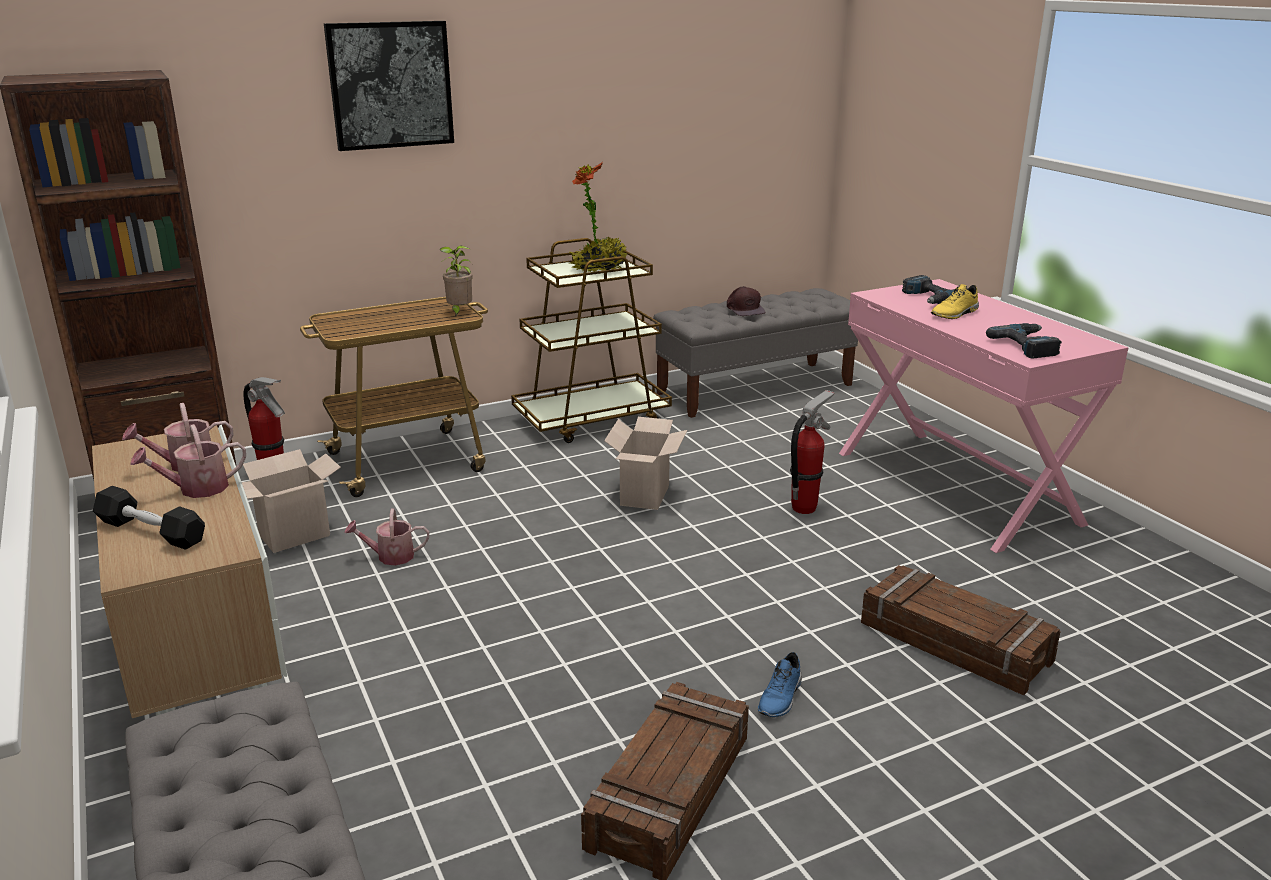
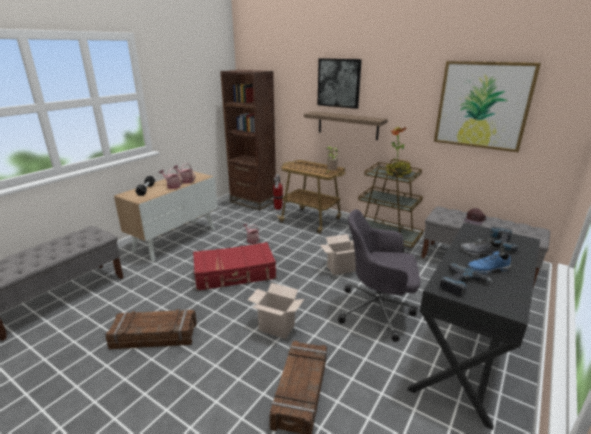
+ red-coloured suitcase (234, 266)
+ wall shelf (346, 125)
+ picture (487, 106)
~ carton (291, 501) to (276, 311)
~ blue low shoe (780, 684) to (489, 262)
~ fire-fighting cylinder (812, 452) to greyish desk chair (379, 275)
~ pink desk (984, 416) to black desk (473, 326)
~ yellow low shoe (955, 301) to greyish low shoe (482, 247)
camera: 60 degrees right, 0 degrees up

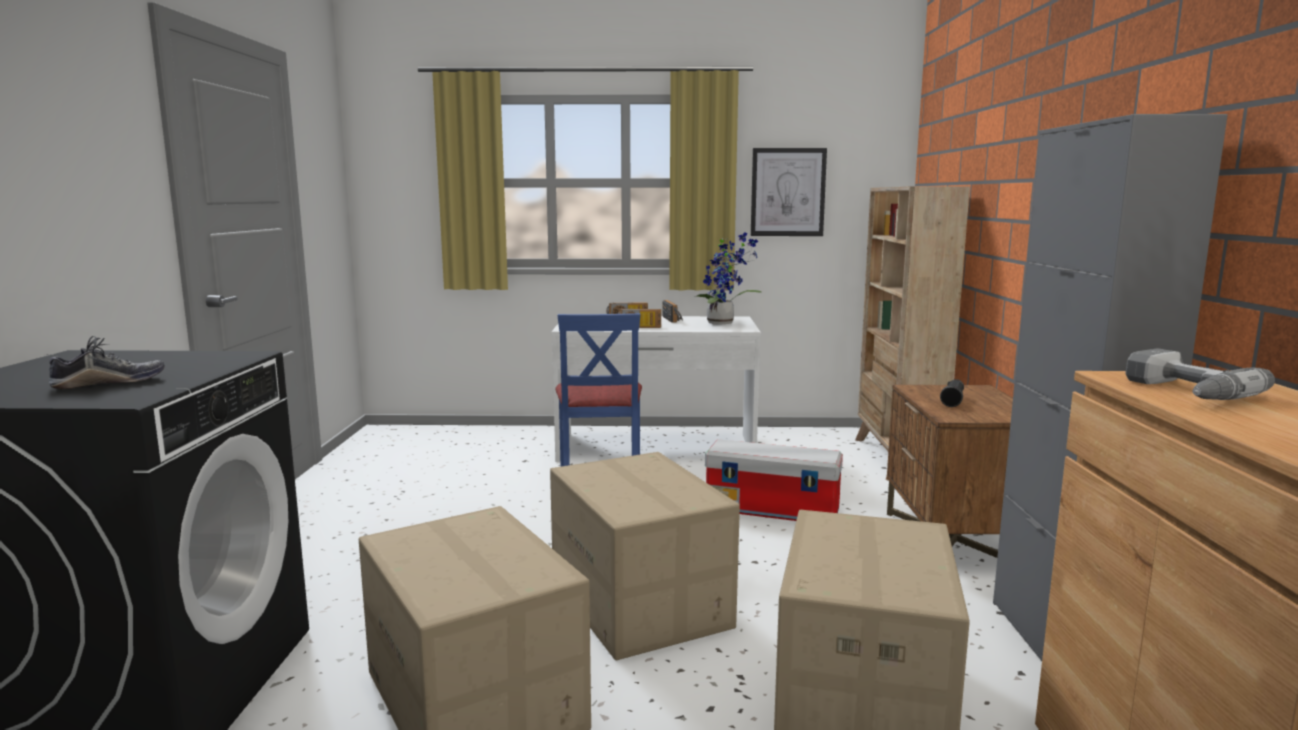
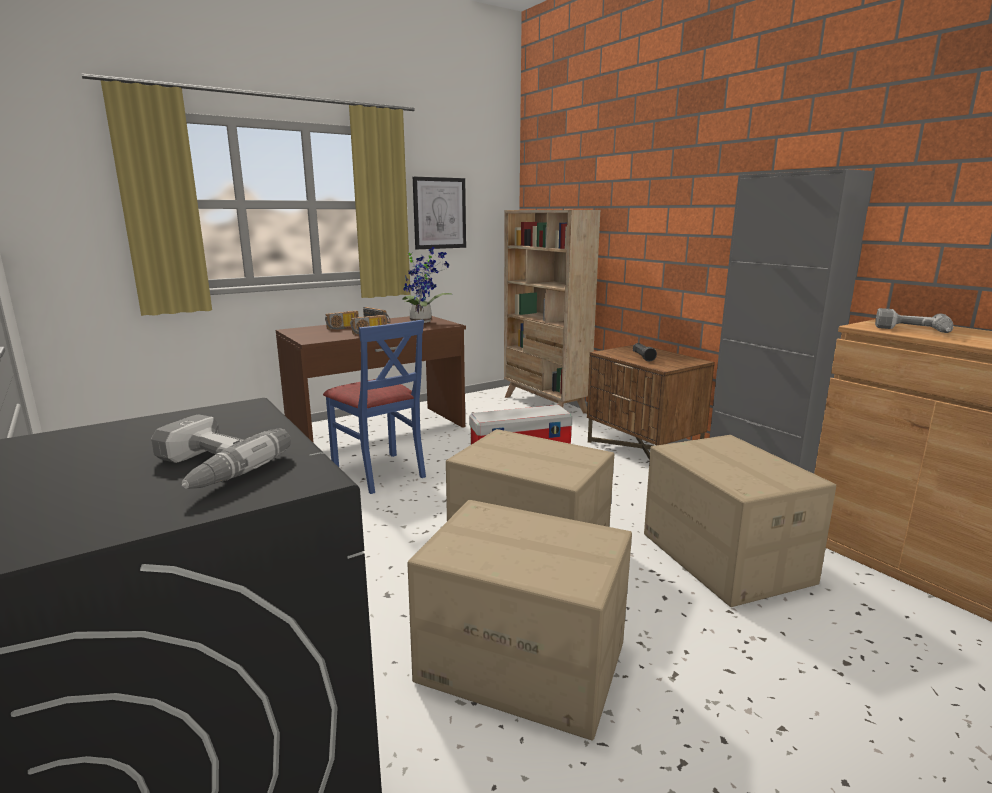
~ low shoe (105, 362) to electric drill (221, 451)
~ white-coloured desk (656, 389) to brown desk (371, 379)
camera: 35 degrees left, 5 degrees up

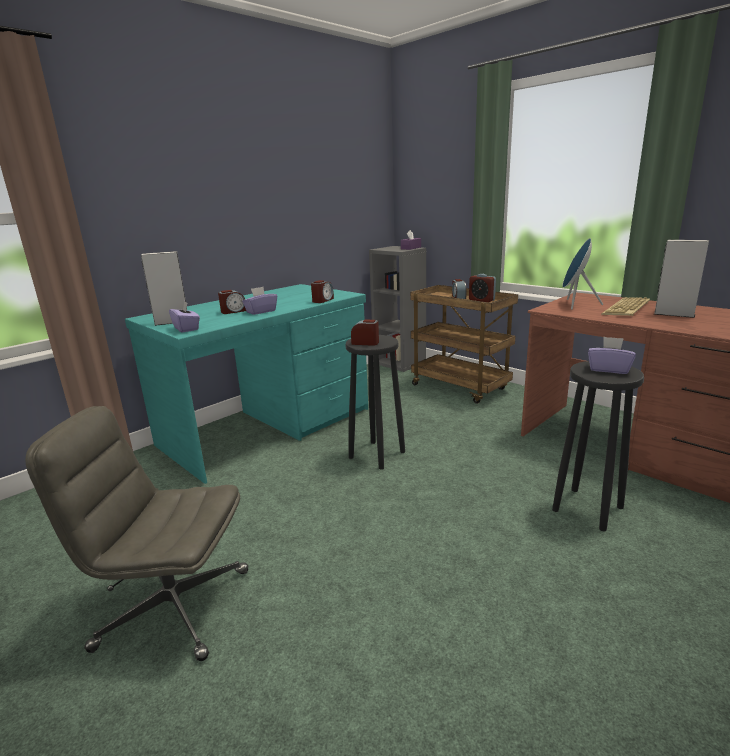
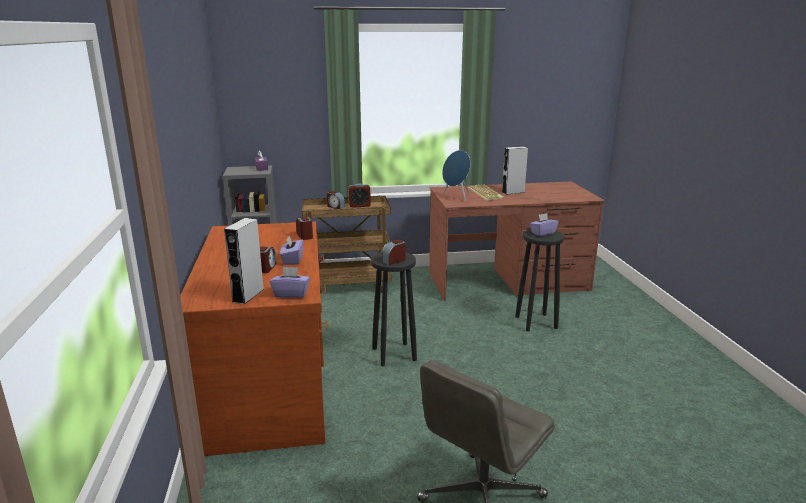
~ turquoise-coloured desk (246, 384) to brown desk (254, 339)
camera: 55 degrees left, 0 degrees up

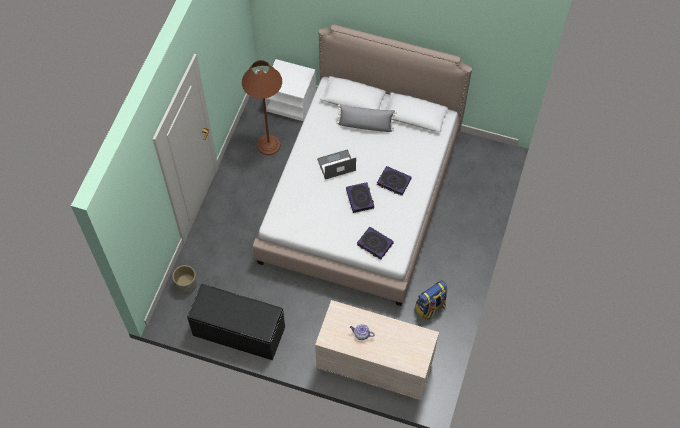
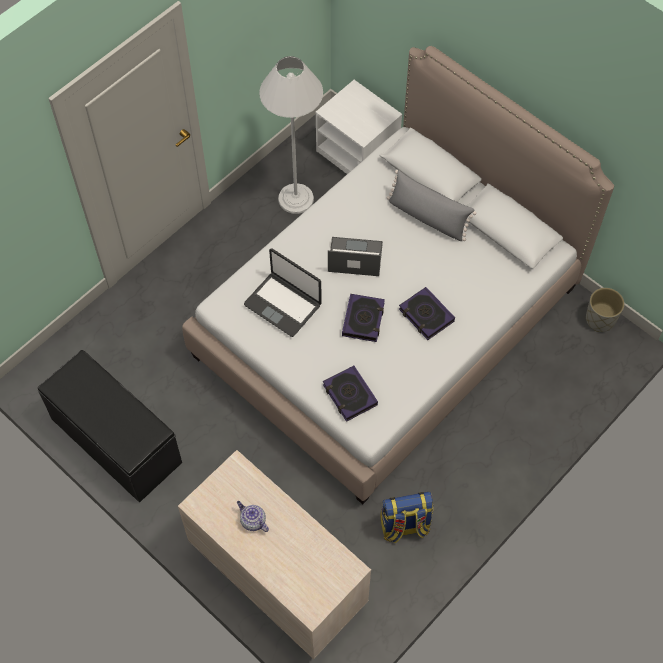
+ laptop (283, 292)
~ greyish planter (185, 279) to (605, 310)
~ brown standard lamp (262, 107) to white-coloured standard lamp (291, 135)
camera: 25 degrees right, 0 degrees up

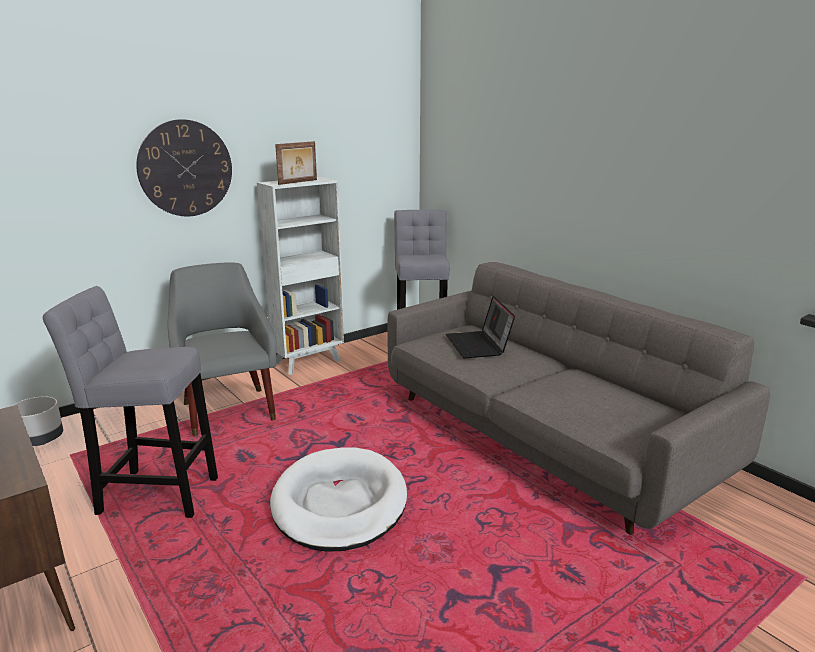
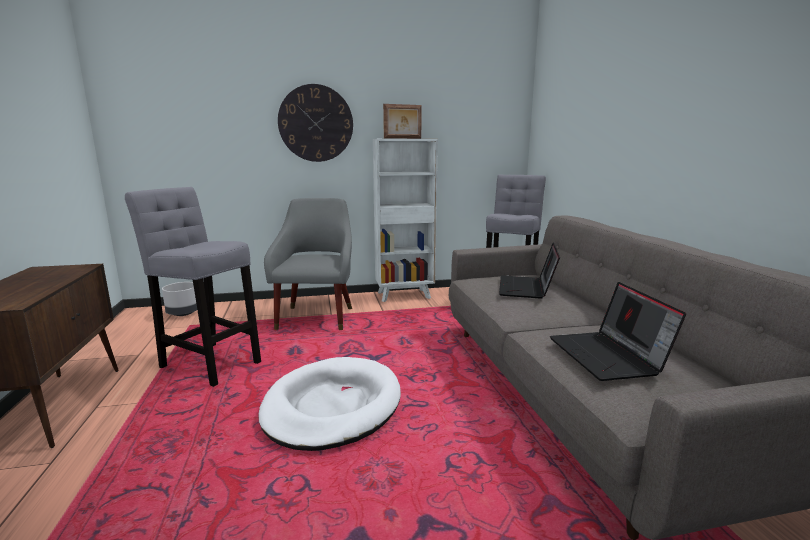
+ laptop (618, 331)
camera: 25 degrees right, 5 degrees down

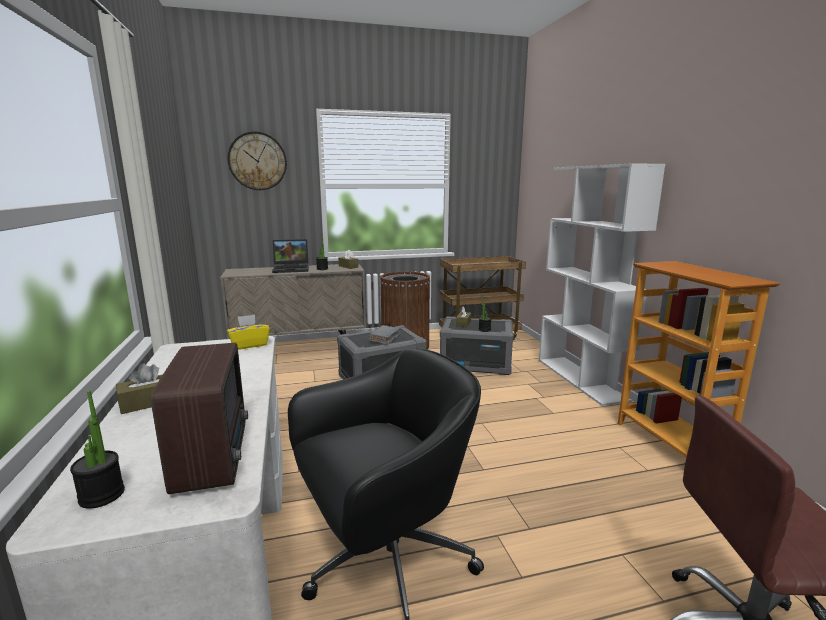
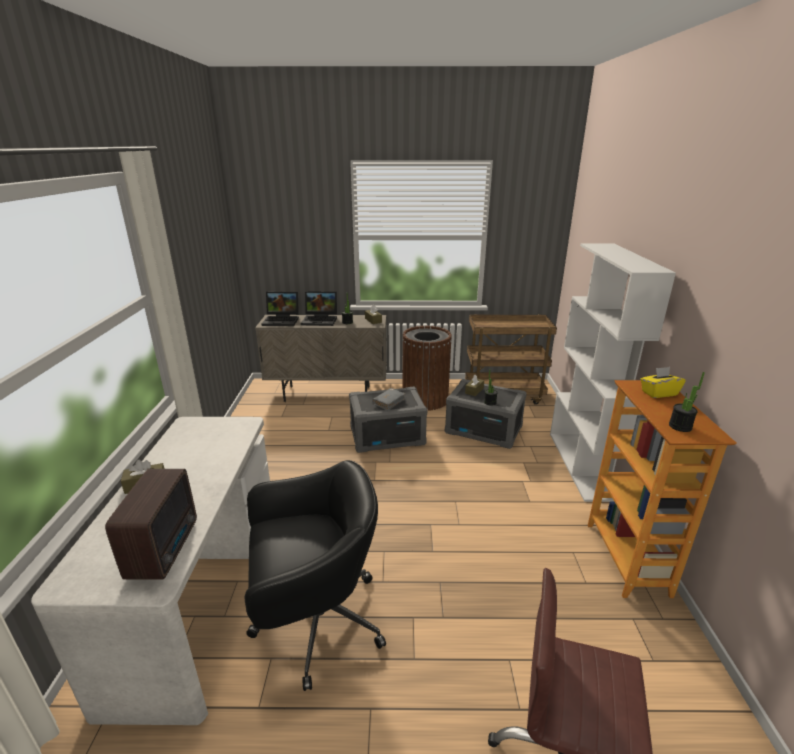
- wall clock (257, 160)
+ laptop (280, 309)
~ houseplant (97, 450) to (687, 402)
~ yellow tissue holder (248, 332) to (663, 382)
camera: 15 degrees right, 10 degrees up

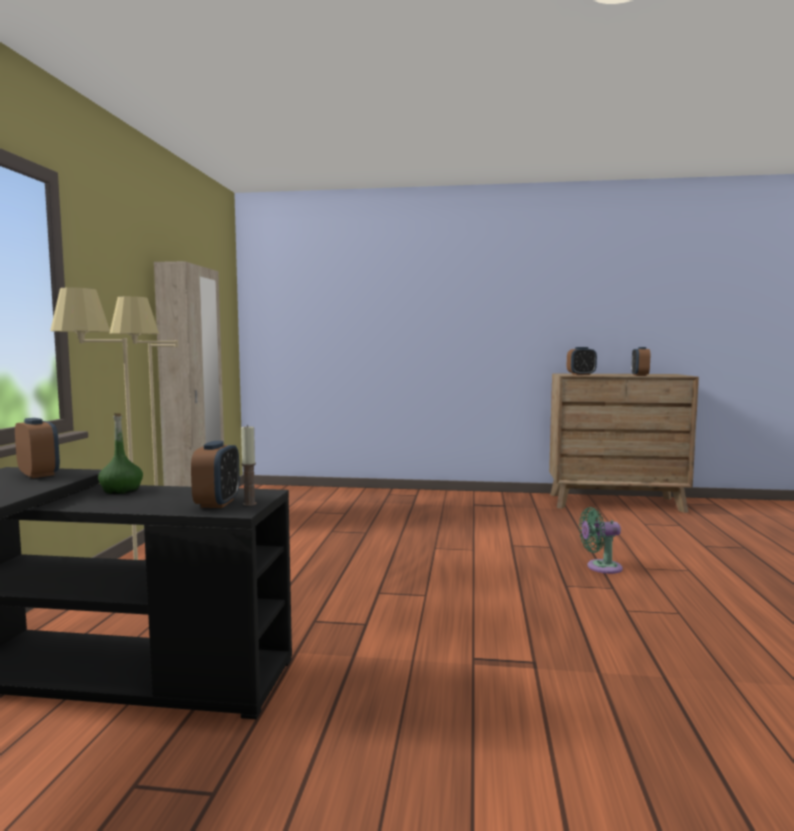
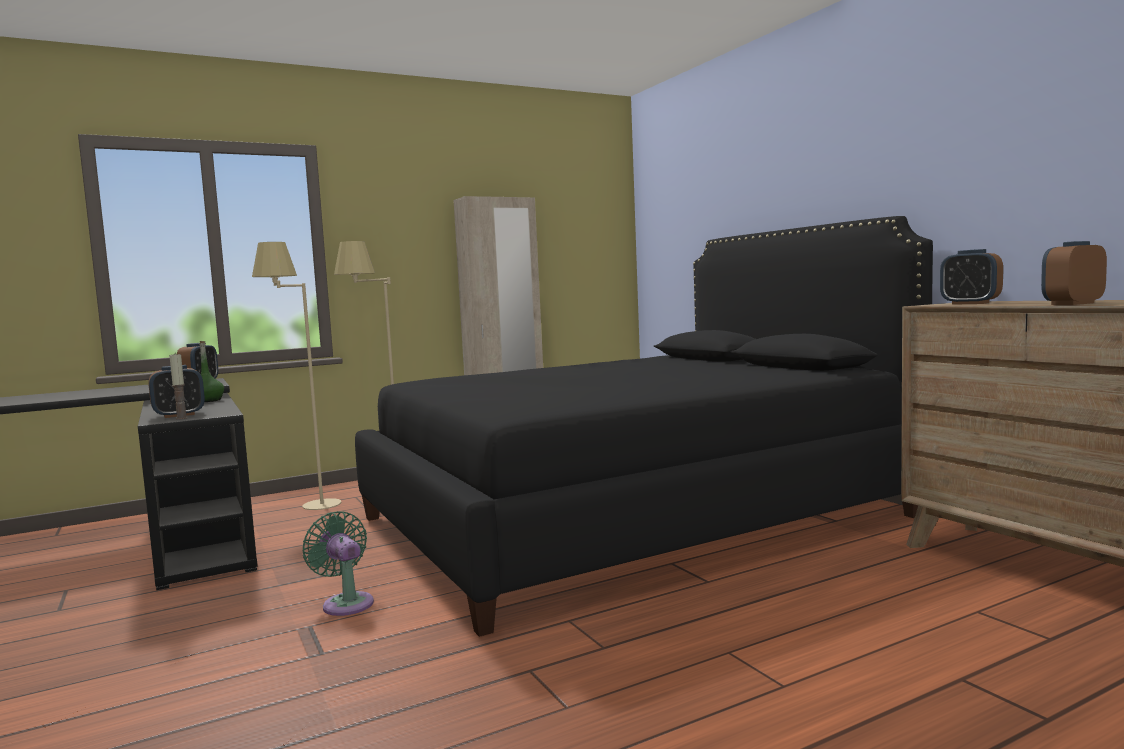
+ black sleeping bed (644, 426)
~ green-coloured cooling fan (601, 540) to (338, 563)
camera: 55 degrees right, 0 degrees up

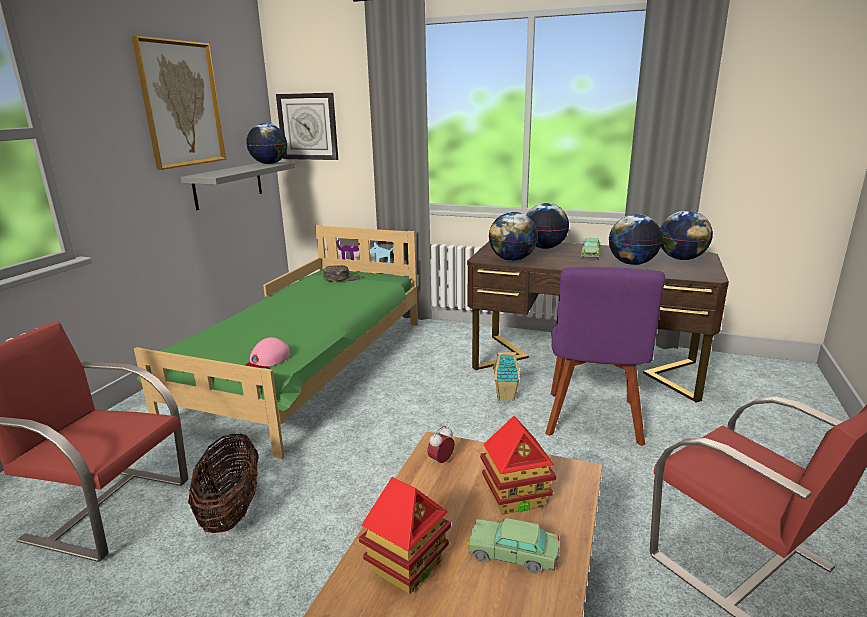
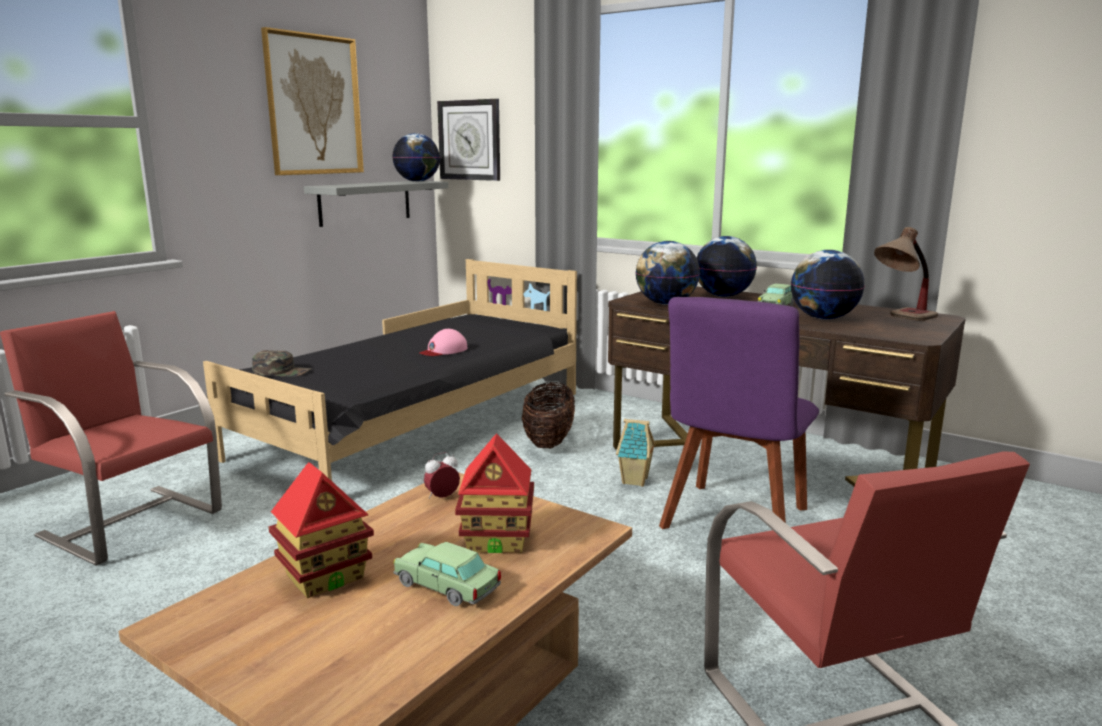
~ storage basket (223, 483) to (548, 415)
~ pink baseball cap (267, 352) to (443, 342)
~ green-coloured baseball cap (342, 273) to (281, 363)
~ world globe (686, 235) to lamp for a table (906, 274)
~ green-coloured sleeping bed (276, 342) to black sleeping bed (390, 370)
camera: 15 degrees right, 5 degrees down

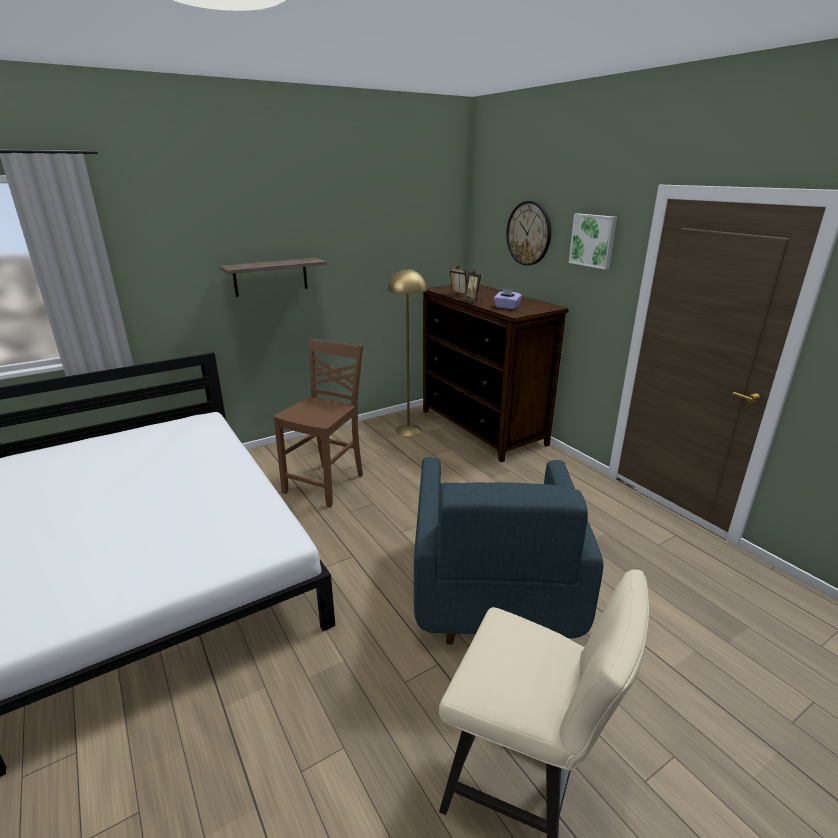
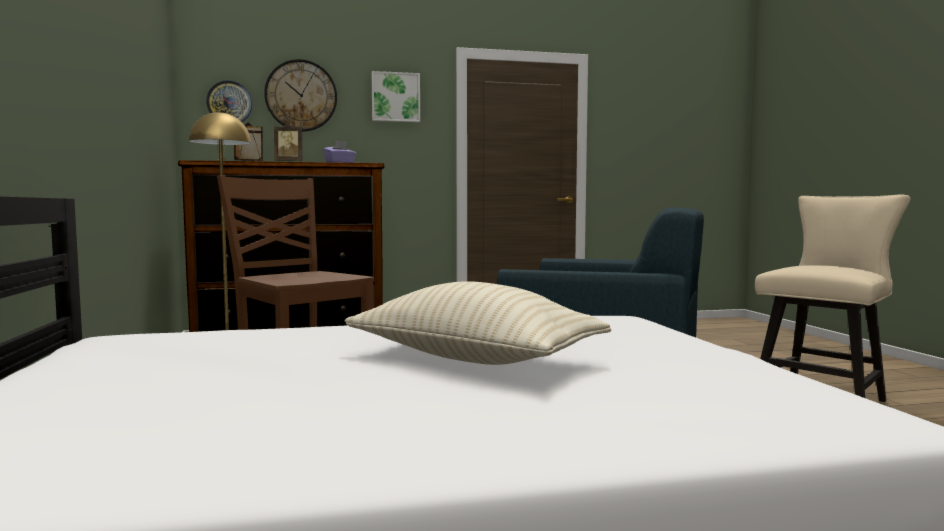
- wall shelf (273, 277)
+ wall clock (229, 101)
+ beige cushion (477, 323)
camera: 70 degrees left, 20 degrees down

